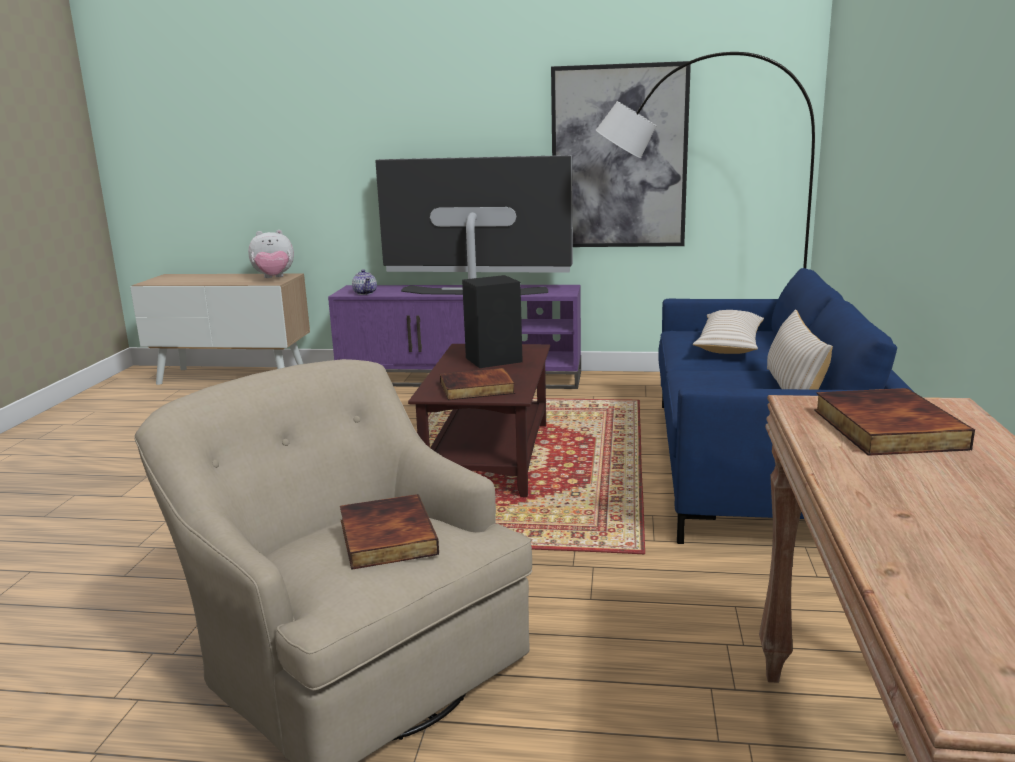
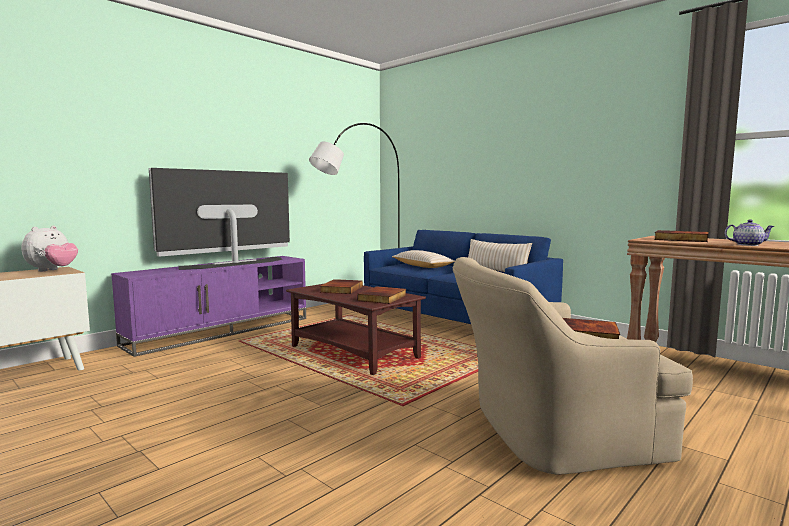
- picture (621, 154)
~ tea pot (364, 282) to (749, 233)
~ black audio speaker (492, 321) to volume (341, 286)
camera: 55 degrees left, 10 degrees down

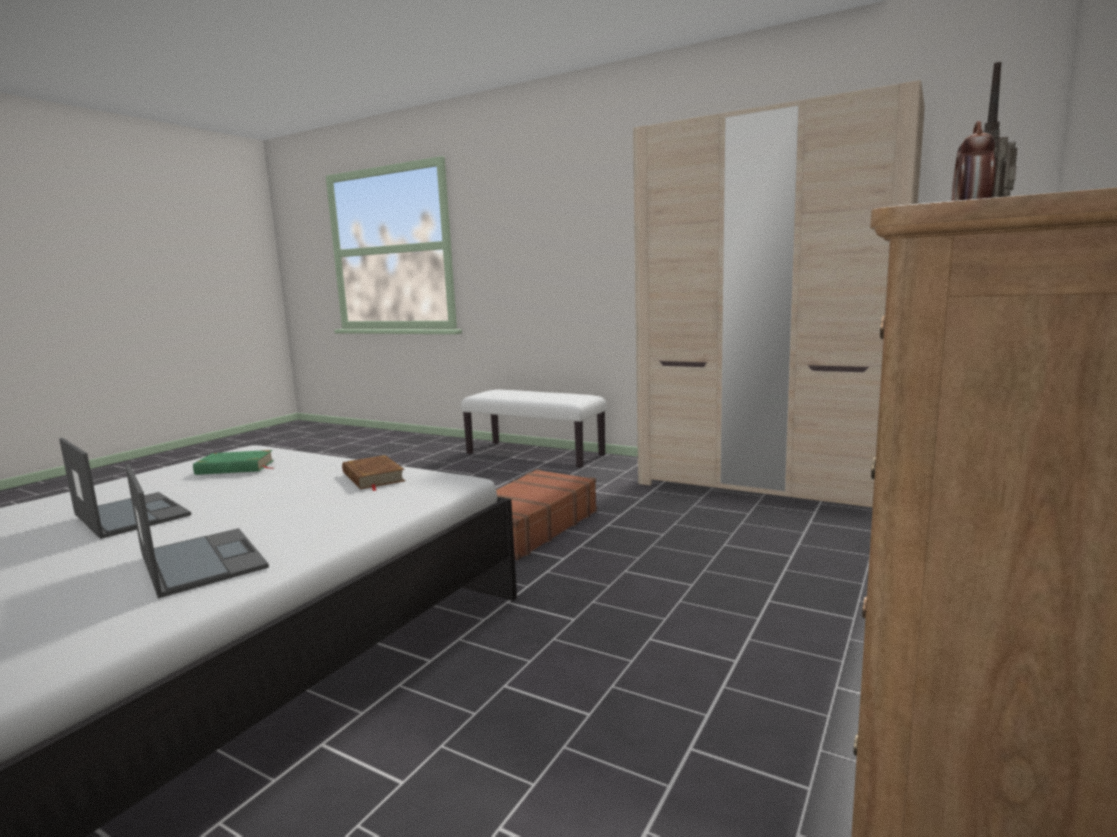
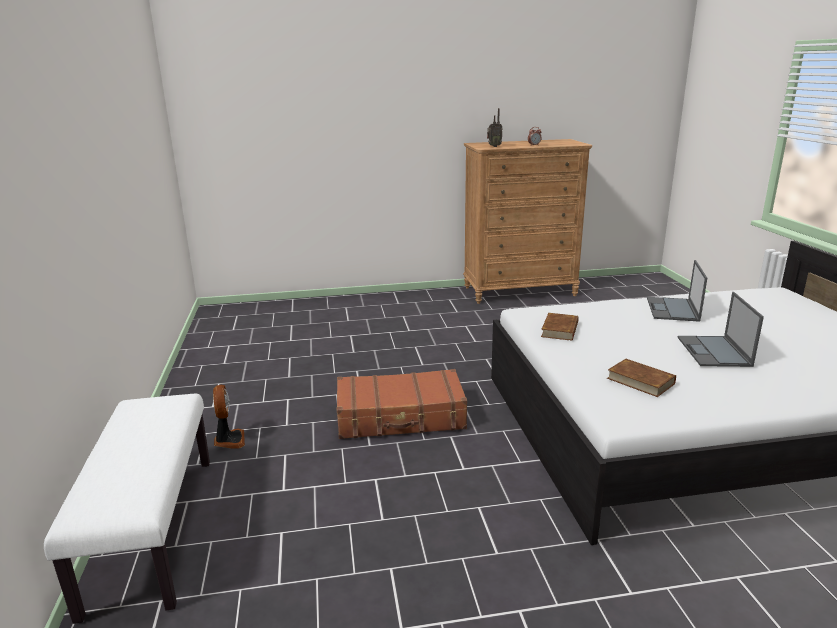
- beige clothes cupboard (779, 294)
+ cooling fan (229, 417)
~ green-coloured volume (233, 462) to brown volume (641, 378)
camera: 130 degrees left, 10 degrees up

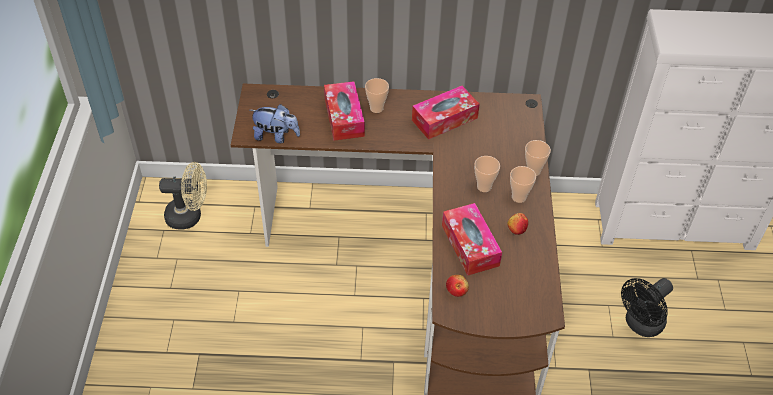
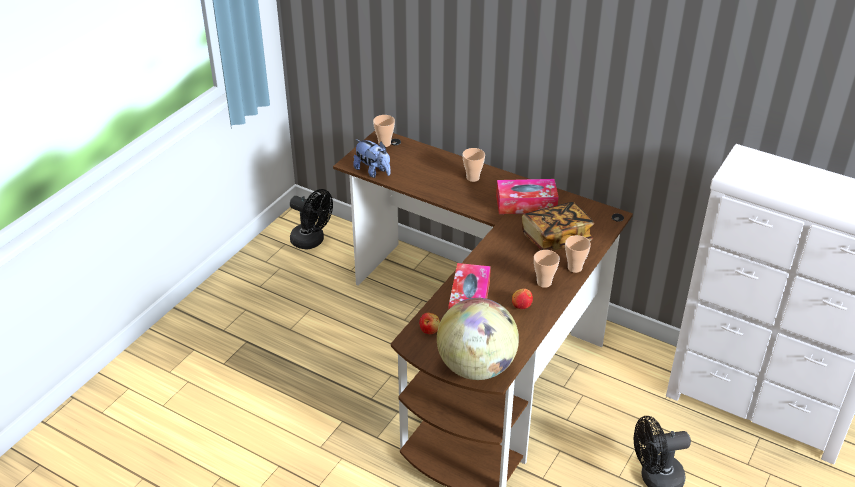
- tissue holder (344, 111)
+ world globe (478, 339)
+ volume (558, 226)
~ drinking cup (487, 174) to (384, 131)
~ beige cooling fan (183, 196) to black cooling fan (311, 219)
camera: 30 degrees right, 10 degrees down

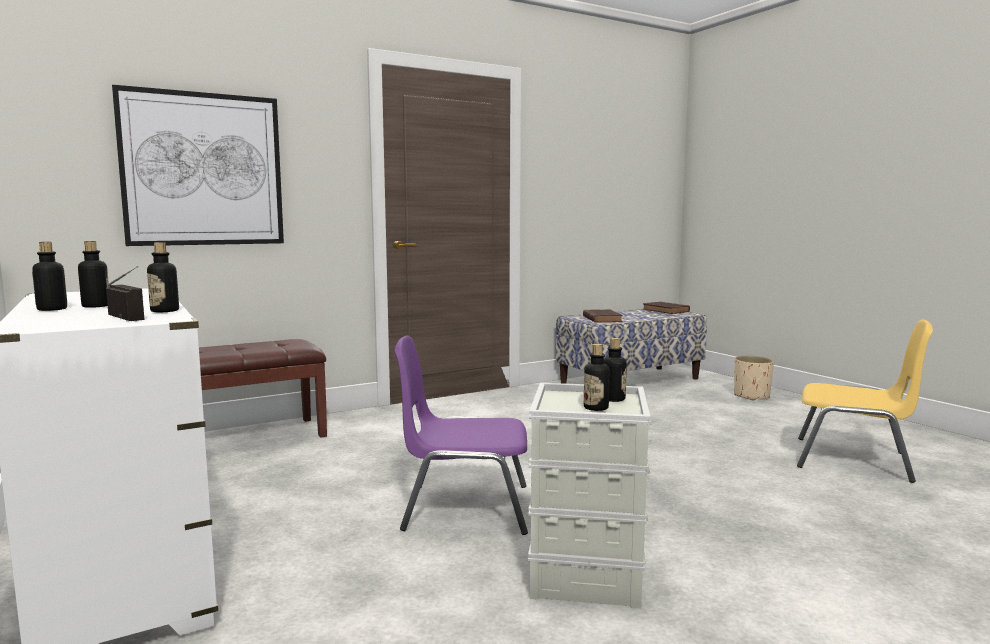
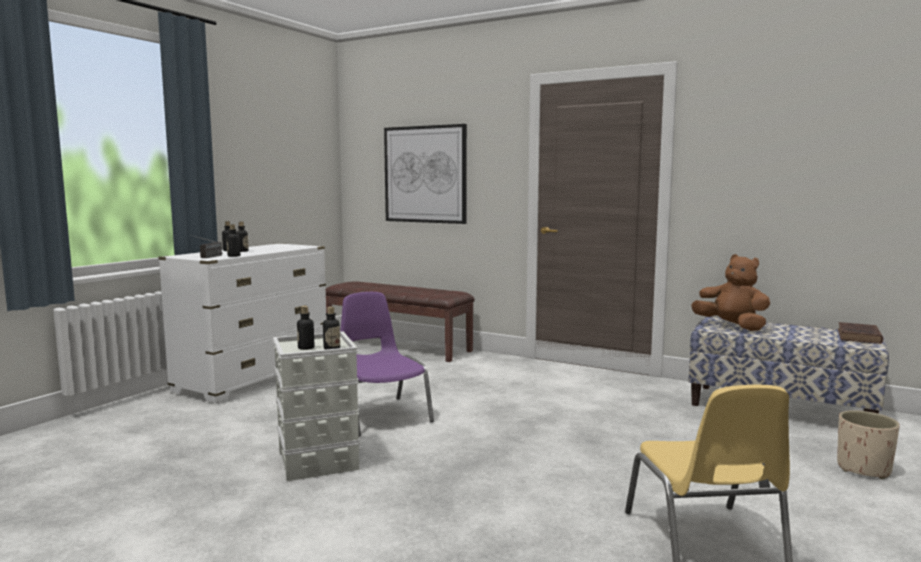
~ brown volume (603, 316) to brown plush toy (730, 292)
camera: 60 degrees right, 0 degrees up

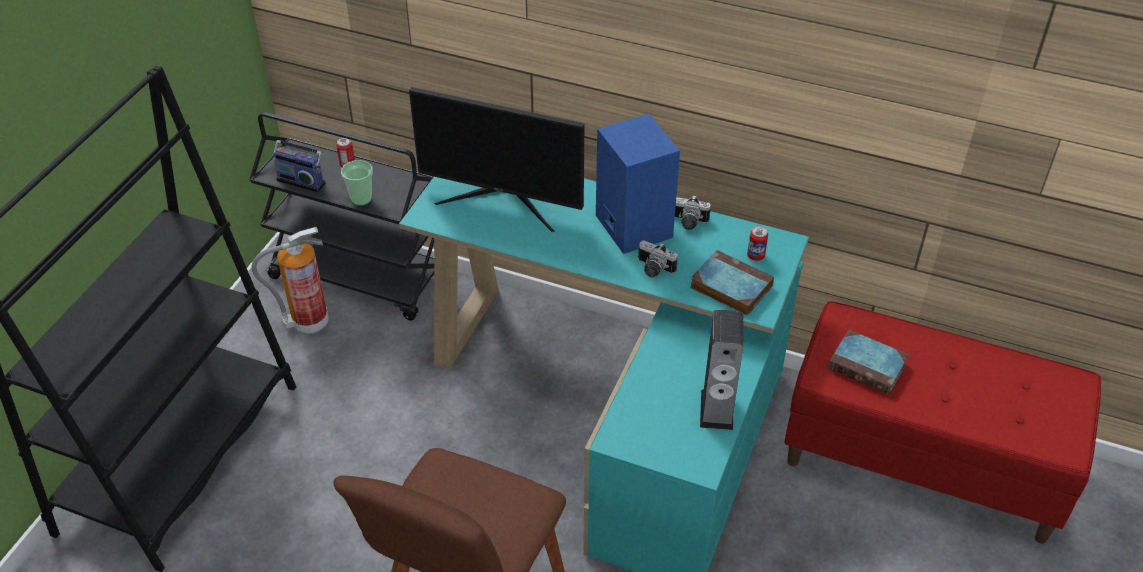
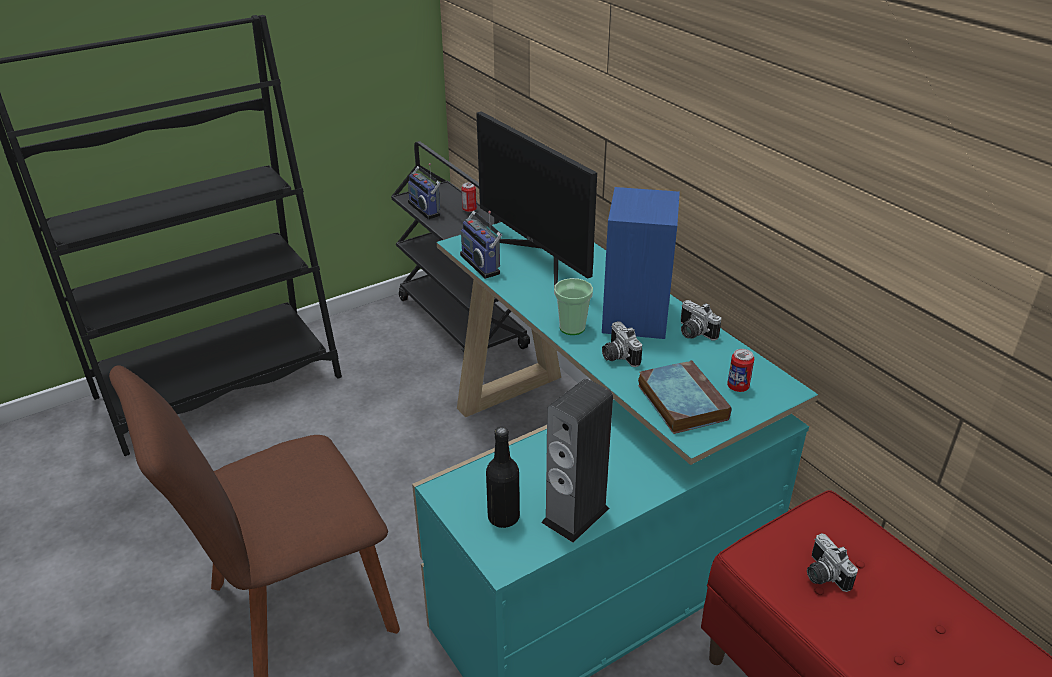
- fire-fighting cylinder (290, 280)
+ radio receiver (481, 245)
+ black bottle (503, 477)
~ drinking cup (357, 183) to (573, 306)
~ volume (868, 362) to still camera (832, 562)
camera: 35 degrees right, 10 degrees down

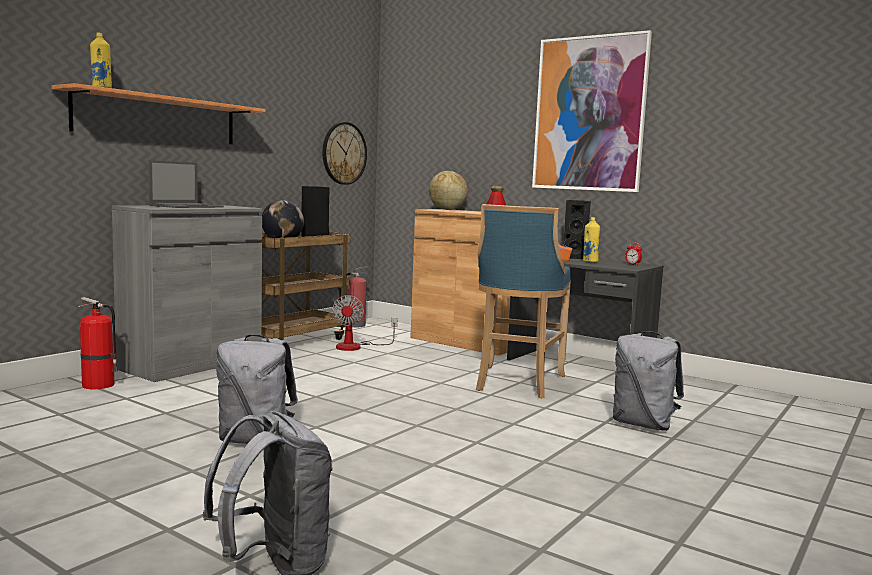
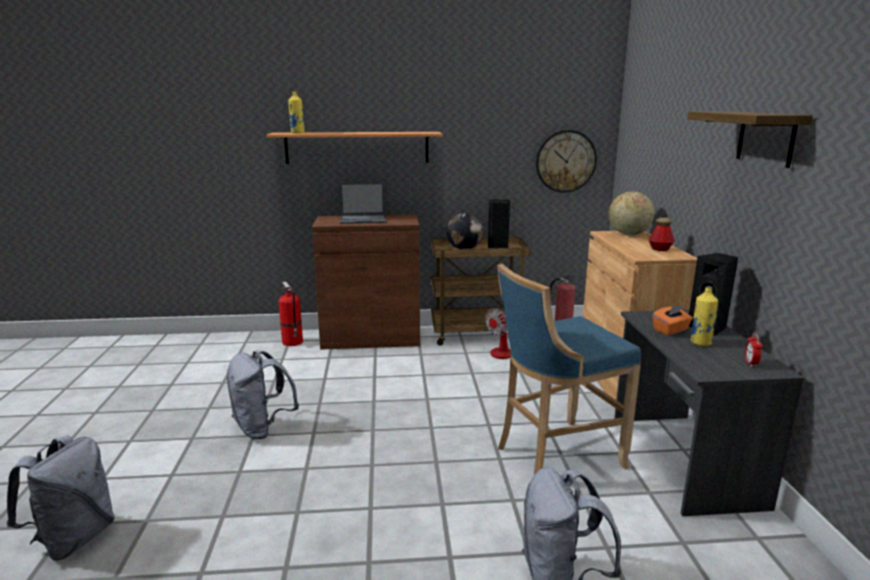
~ picture (592, 111) to wall shelf (750, 139)
~ greyish cabinet (187, 293) to brown cabinet (366, 282)
camera: 50 degrees right, 10 degrees up

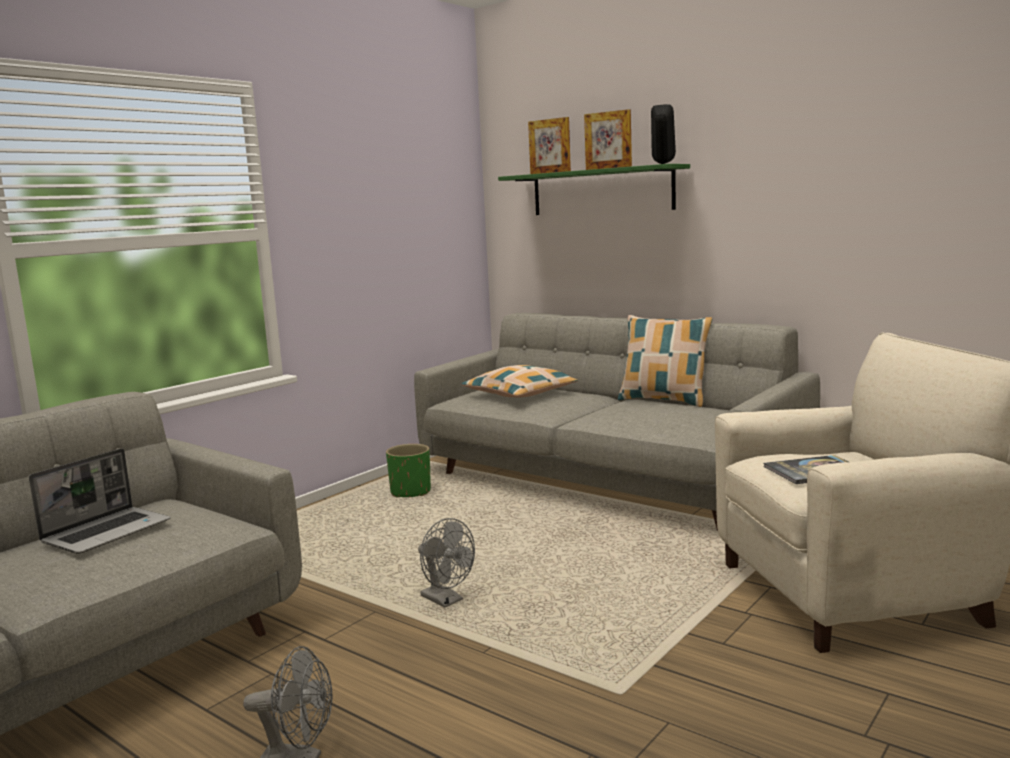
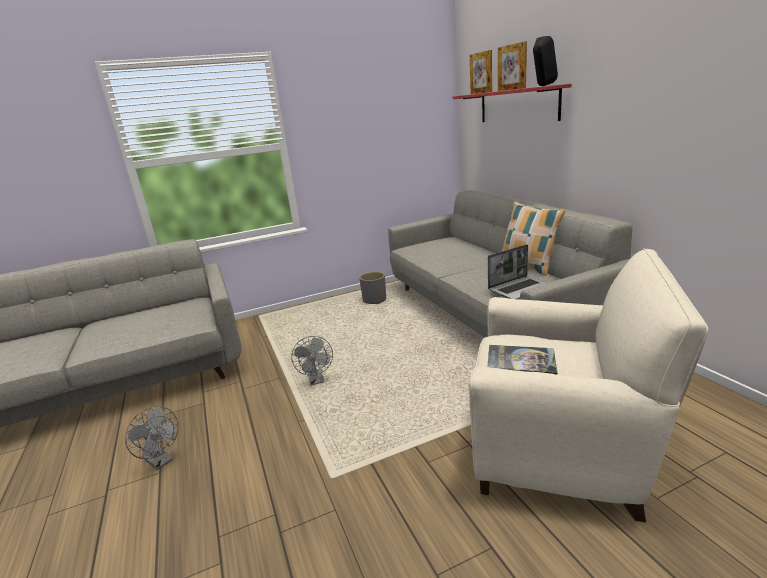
- cushion (519, 381)
~ laptop (100, 501) to (517, 271)
~ green-coloured planter (408, 471) to greyish planter (372, 287)
~ green-coloured wall shelf (594, 189) to red-coloured wall shelf (512, 103)
camera: 30 degrees right, 10 degrees up

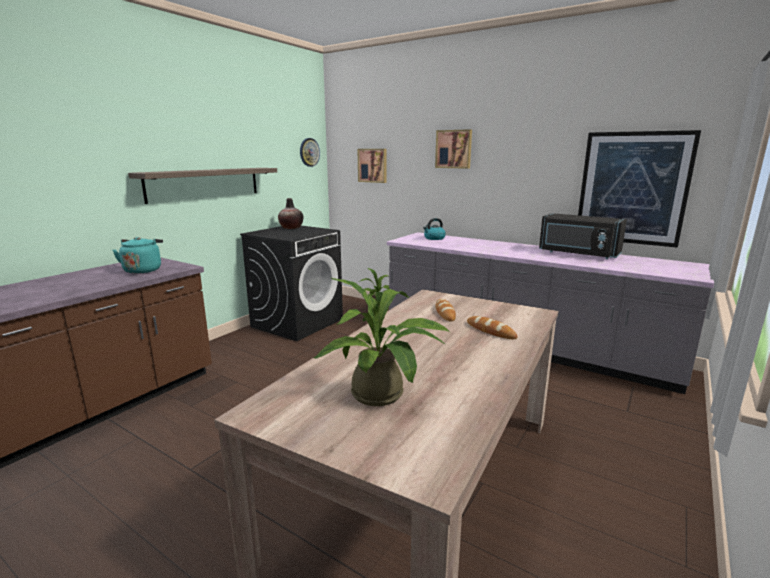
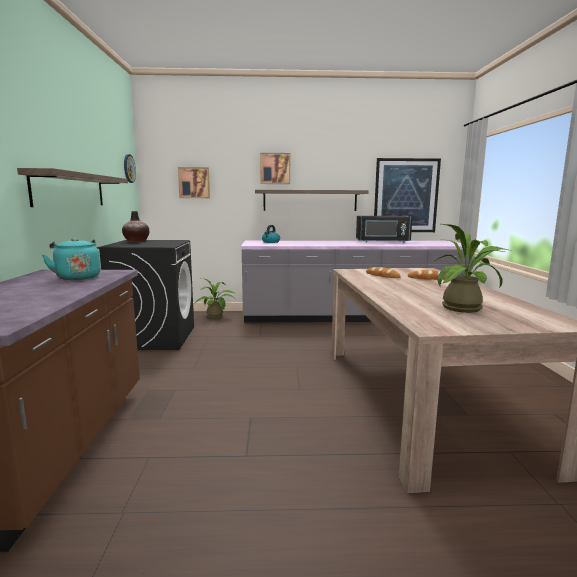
+ wall shelf (312, 200)
camera: 35 degrees left, 5 degrees down

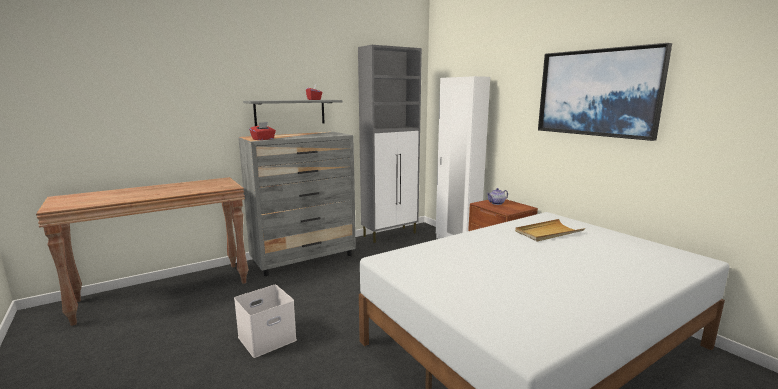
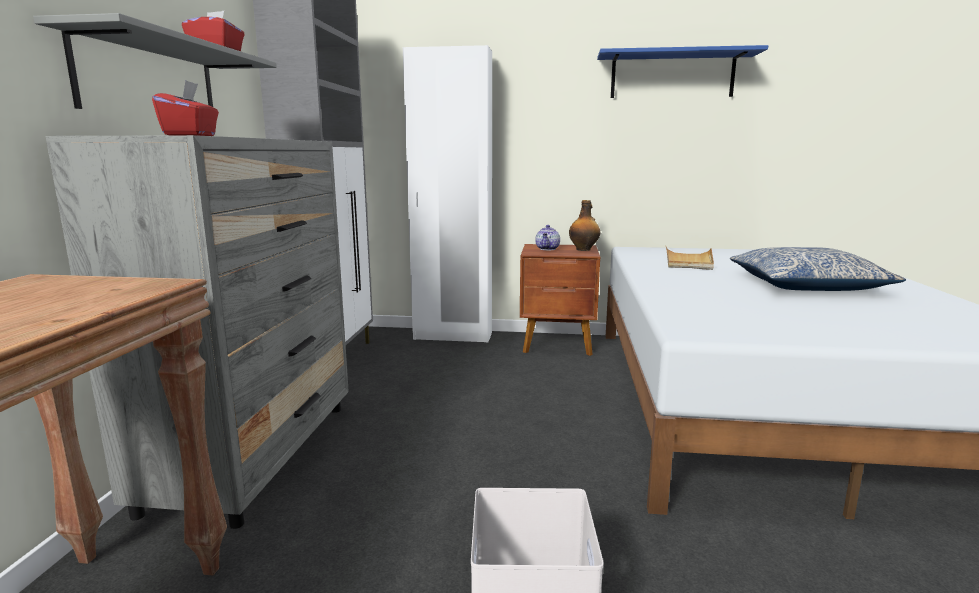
+ bottle (584, 225)
+ cushion (818, 269)
~ picture (605, 92) to blue wall shelf (682, 71)
camera: 50 degrees left, 0 degrees up

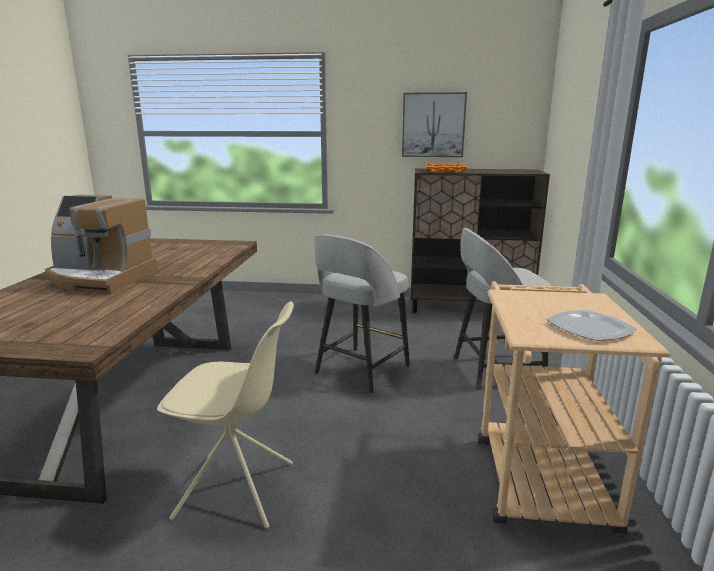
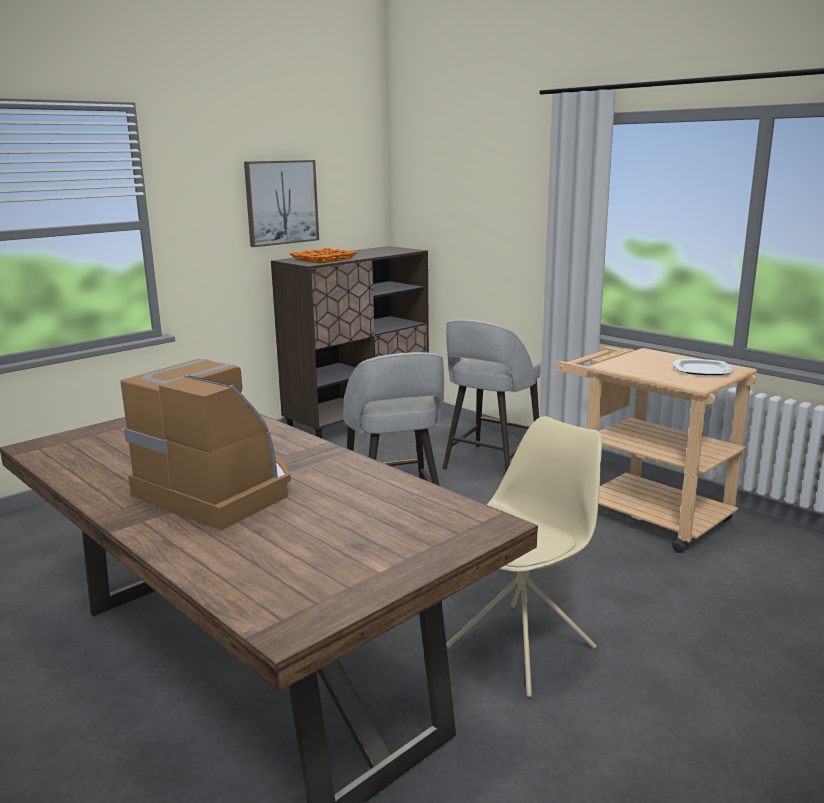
~ coffee maker (101, 244) = (205, 445) 105 degrees counterclockwise
camera: 50 degrees left, 0 degrees up

